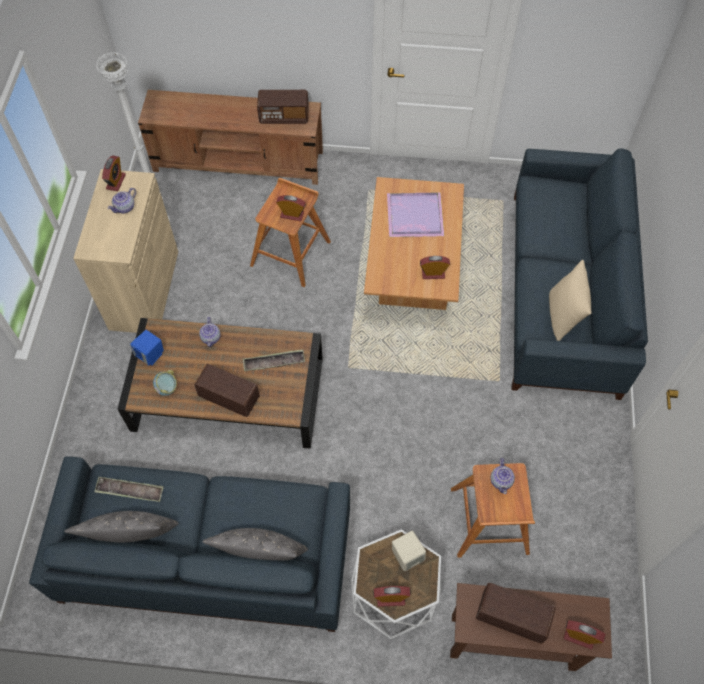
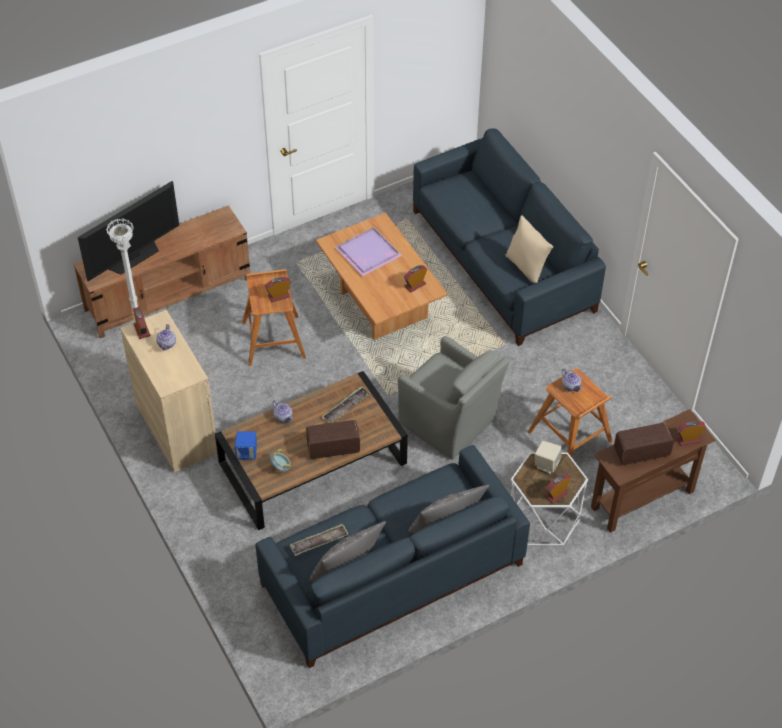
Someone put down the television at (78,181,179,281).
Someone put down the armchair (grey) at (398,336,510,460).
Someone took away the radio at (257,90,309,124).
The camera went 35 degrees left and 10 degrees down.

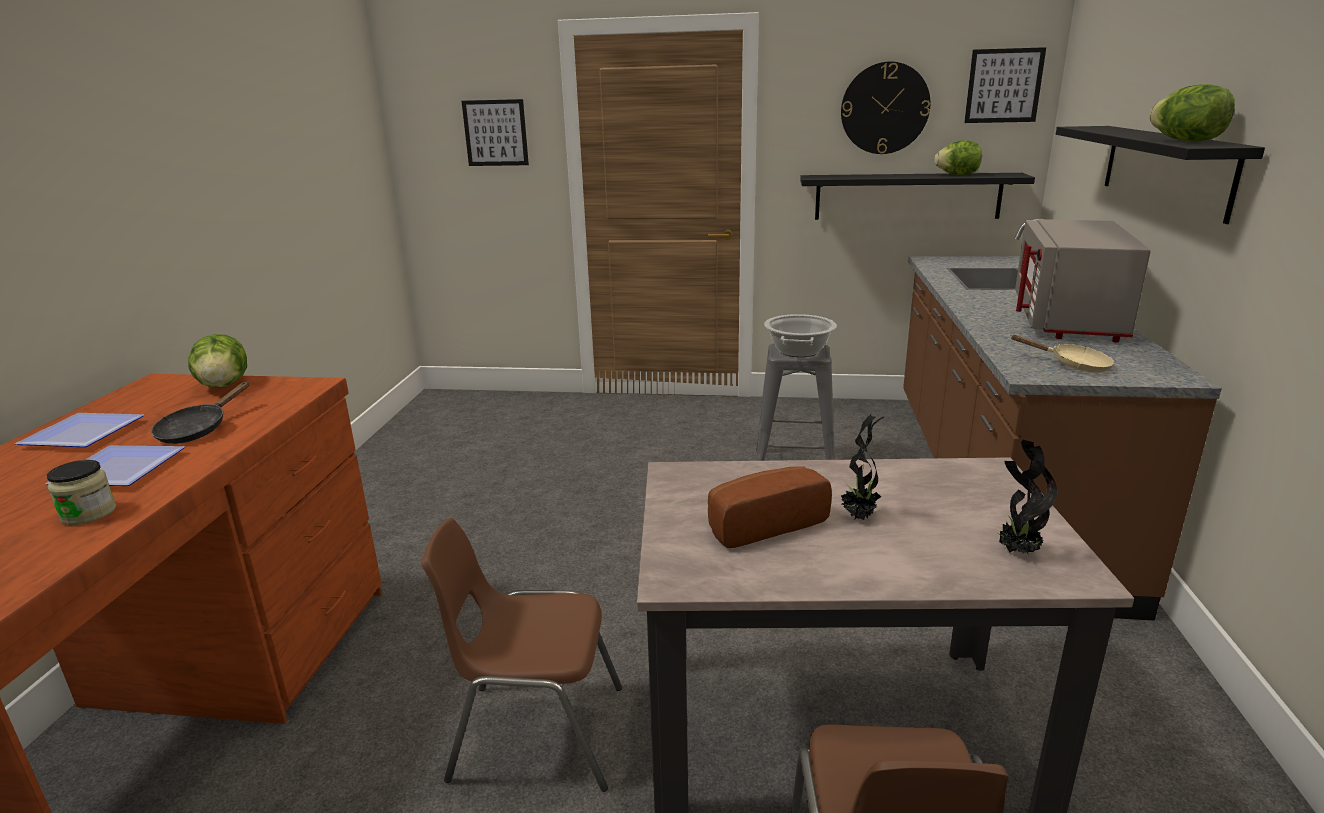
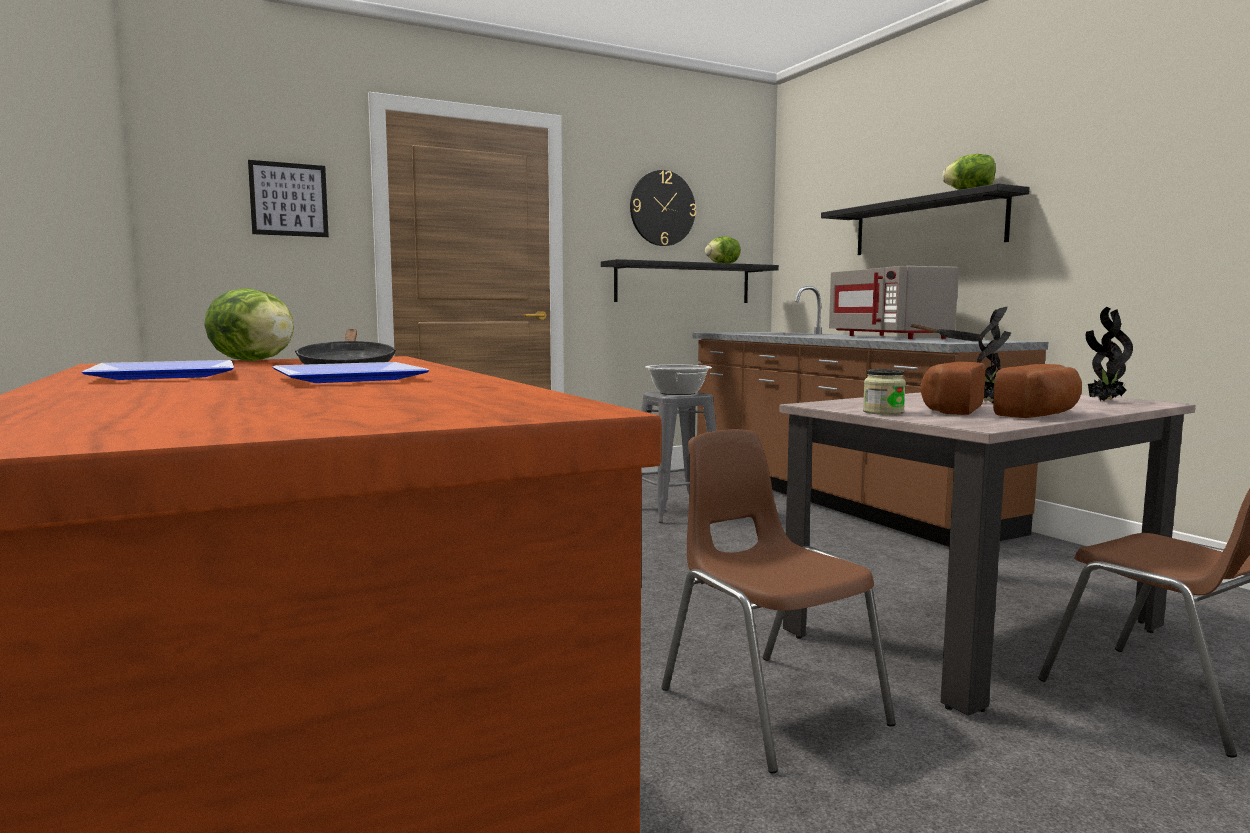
Someone rotated the chair (brown) at (421,518,622,792) by 90 degrees clockwise.
Someone carried the jar from (47,460,116,525) to (863,369,906,415).
Someone repainted the frying pan (beige) at (1010,335,1114,372), which became the frying pan (black) at (909,324,980,341).
Someone put down the bread at (993,364,1082,418).
Someone took away the picture at (964,47,1046,123).
The camera went 35 degrees left and 15 degrees down.

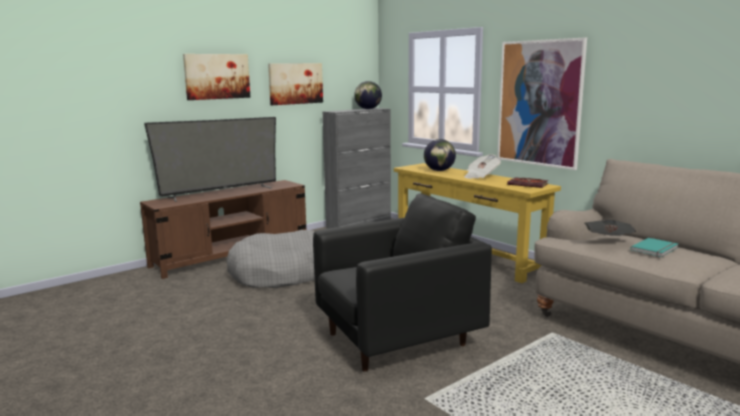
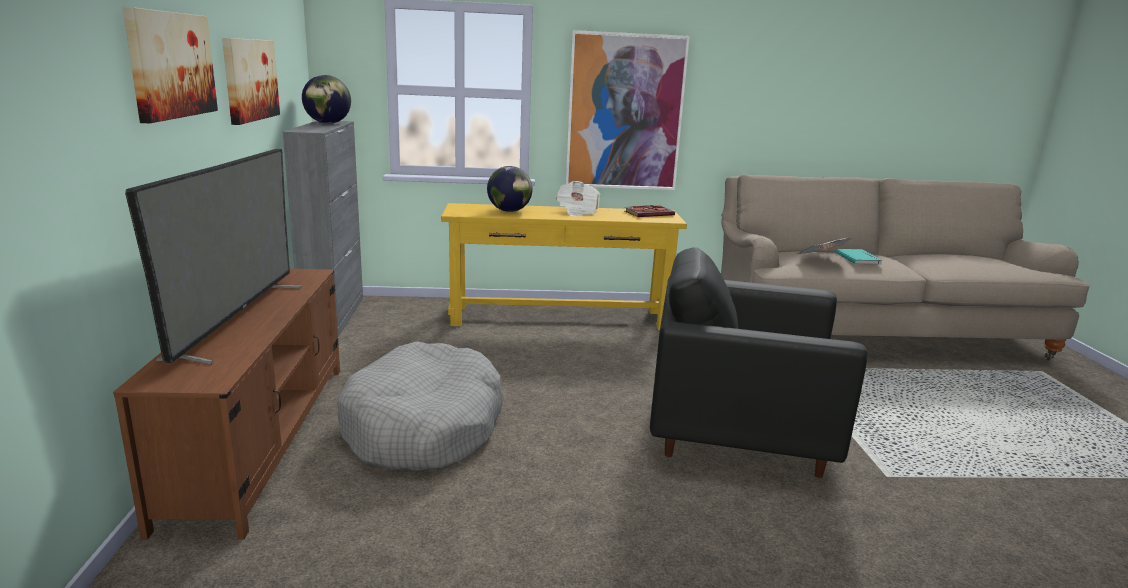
Someone rotated the armchair (black) at (313,194,492,371) by 90 degrees counterclockwise.
The camera went 55 degrees left and 5 degrees up.

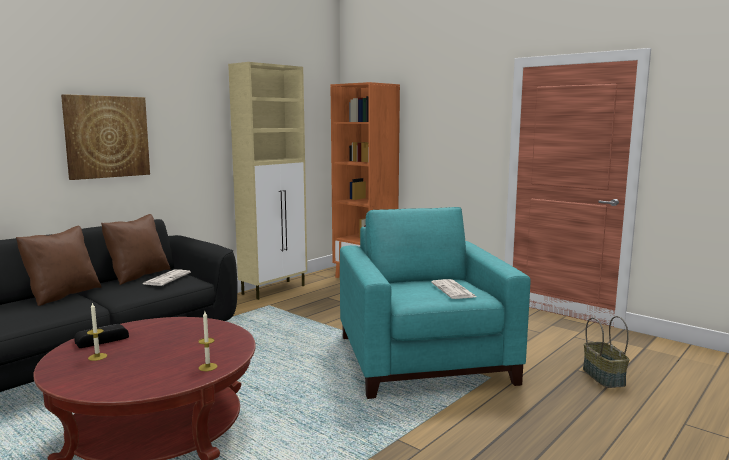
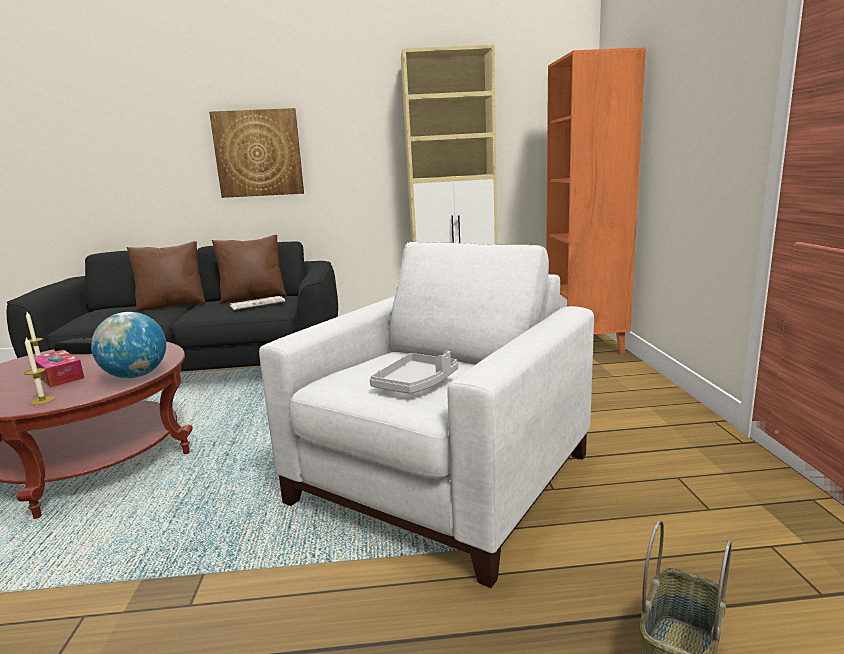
Someone put down the tissue box at (34,350,84,387).
Someone put down the globe at (91,312,166,378).
Someone repainted the armchair (turquoise) at (340,207,531,399), which became the armchair (white) at (259,242,594,588).
Someone swapped the newspaper at (431,279,476,299) for the tray (grey) at (369,351,458,394).
The camera went 45 degrees right and 5 degrees up.

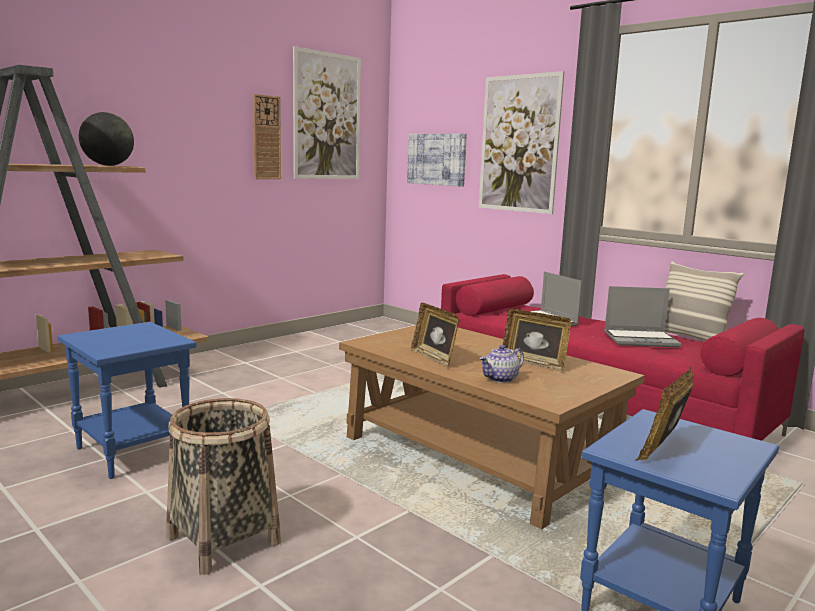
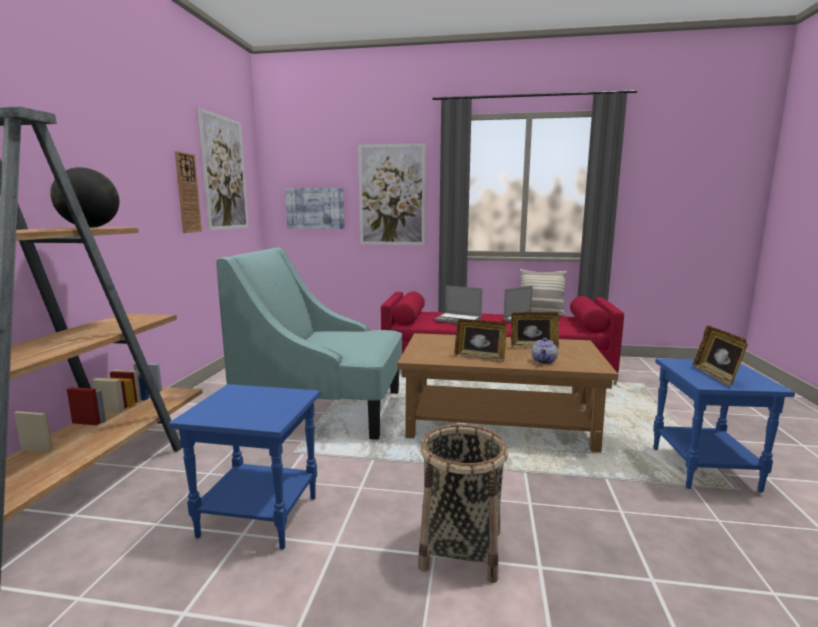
Someone put down the armchair (turquoise) at (216,248,402,440).
The camera went 35 degrees left and 0 degrees up.

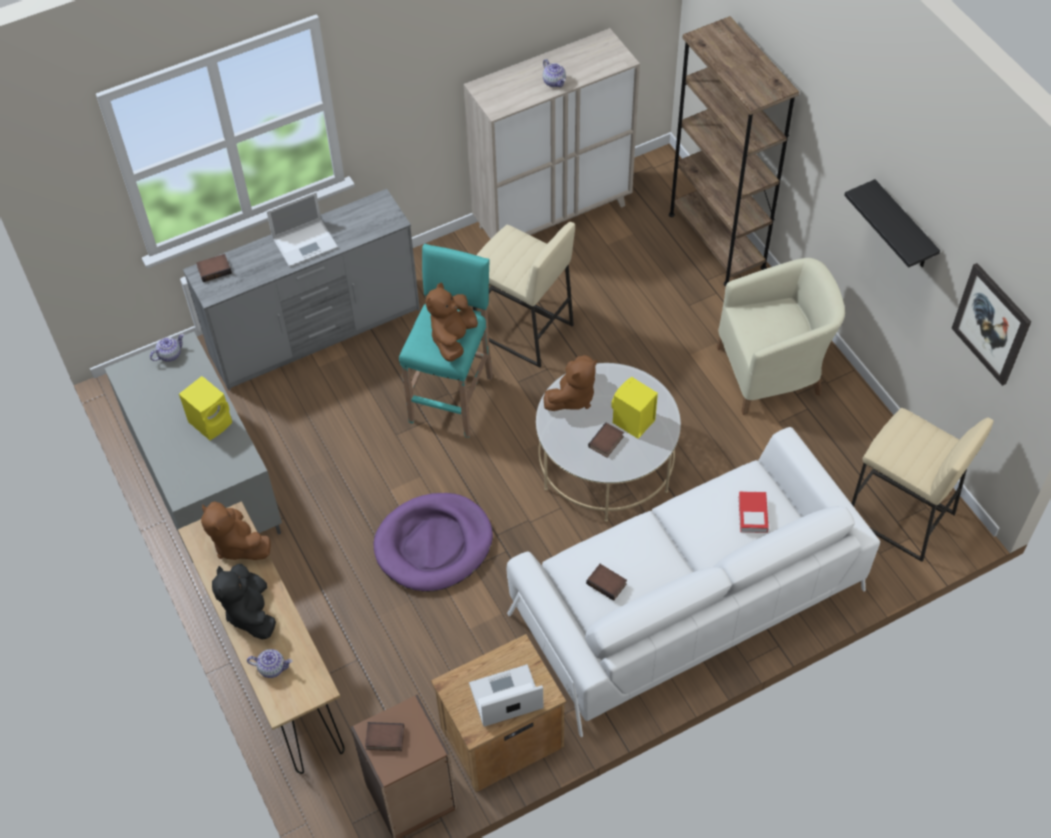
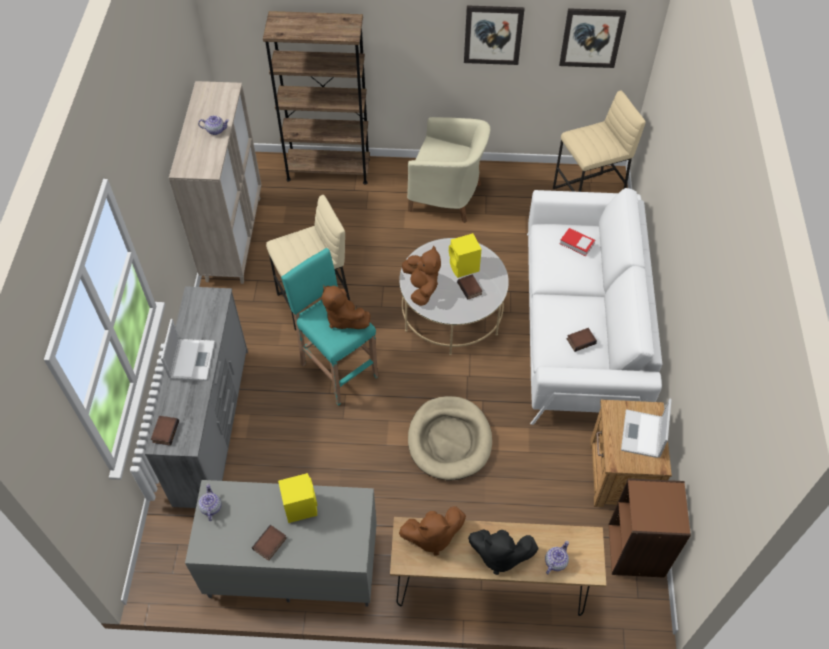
Someone carried the book from (365,722,404,751) to (252,525,287,561).
Someone rotated the armchair (beige) at (717,258,845,415) by 90 degrees clockwise.
Someone repainted the dog bed (purple) at (374,493,493,592), which became the dog bed (beige) at (408,396,492,480).
Someone swapped the shelf (black) at (844,179,940,268) for the picture at (464,5,524,65).
The camera went 60 degrees left and 0 degrees up.

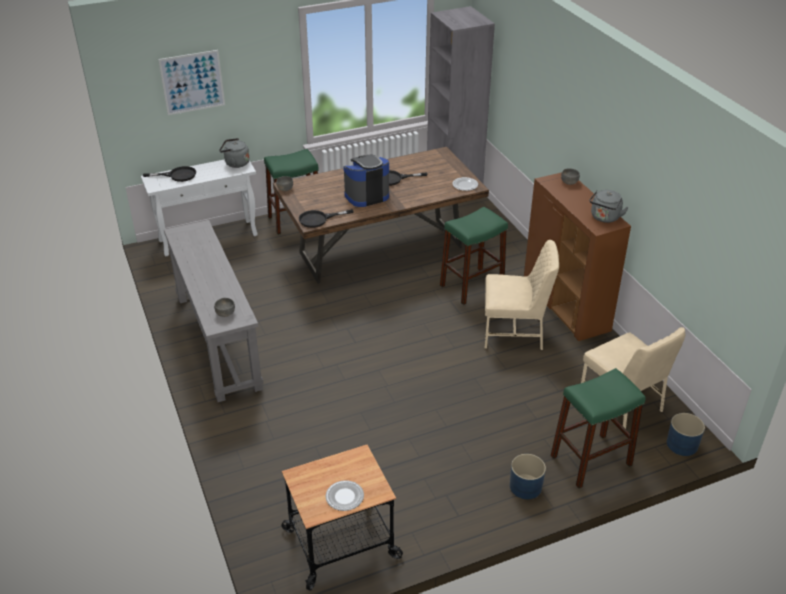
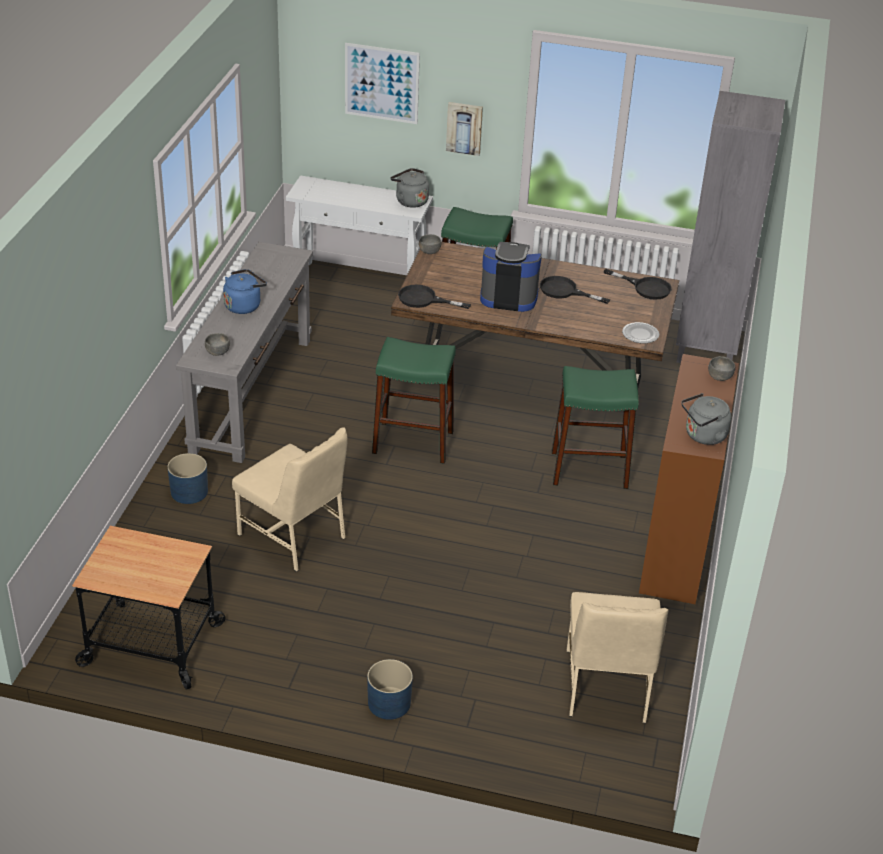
Someone carried the planter (blue) from (667,413,705,456) to (168,453,208,504).
Someone put down the kettle (blue) at (223,269,267,314).
Someone carried the chair (beige) from (485,240,559,350) to (232,427,348,572).
Someone carried the stool (green) from (551,368,646,488) to (372,337,456,464).
Someone put up the picture at (446,102,483,156).
Someone carried the frying pan (black) from (143,166,196,182) to (604,269,672,300).
Someone took away the plate at (326,480,364,511).
The camera went 35 degrees right and 0 degrees up.

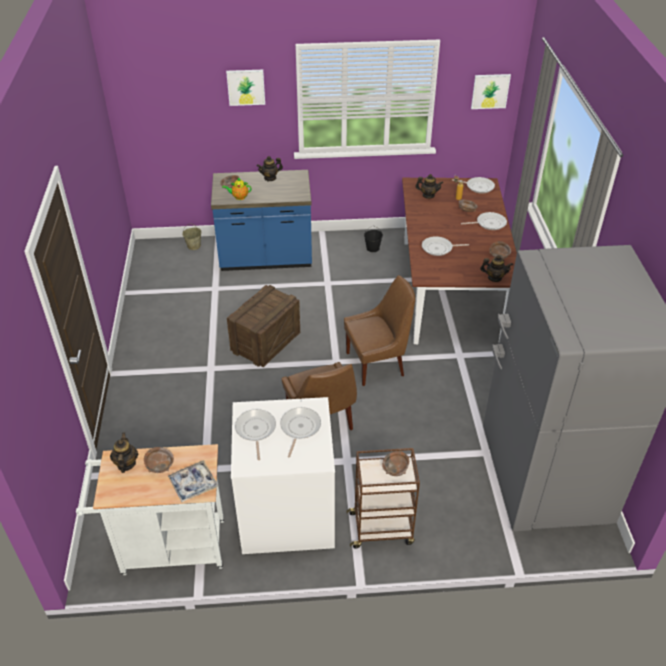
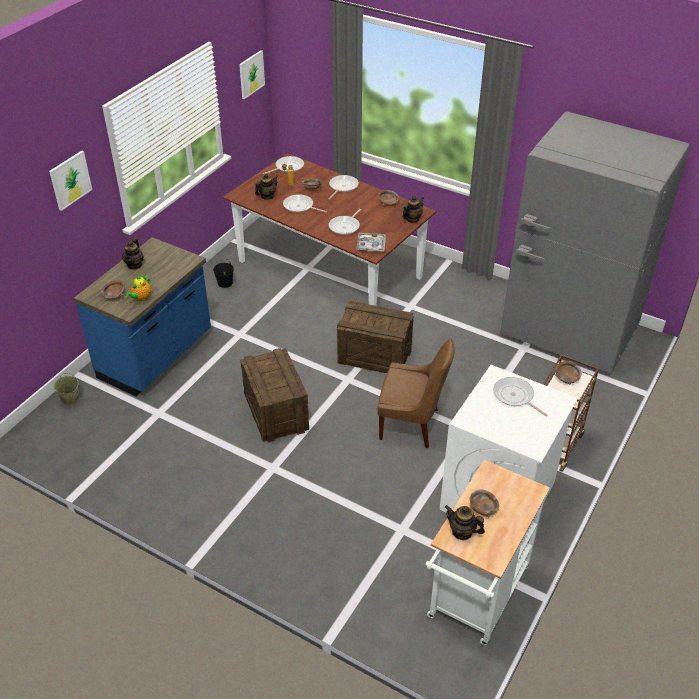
Someone carried the frying pan from (235,409,276,460) to (283,194,327,213).
Someone swapped the chair (brown) at (344,275,415,386) for the crate at (337,301,414,373).
Someone carried the tray from (168,460,218,502) to (356,233,386,252).
The camera went 55 degrees left and 0 degrees up.

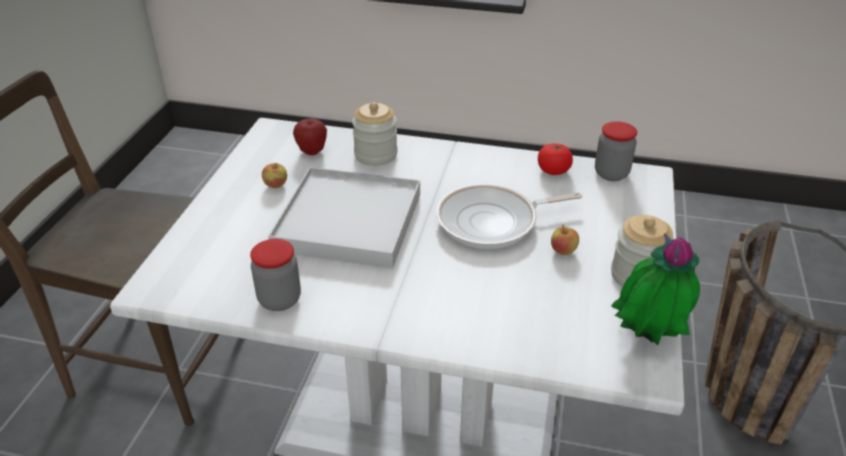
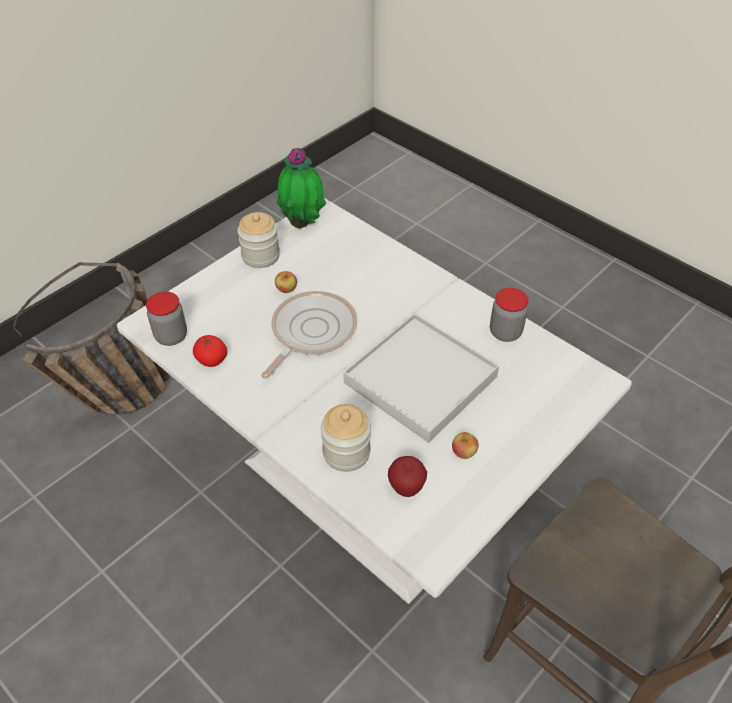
Someone rotated the frying pan at (436,184,582,249) by 75 degrees counterclockwise.
The camera went 150 degrees left and 10 degrees up.

